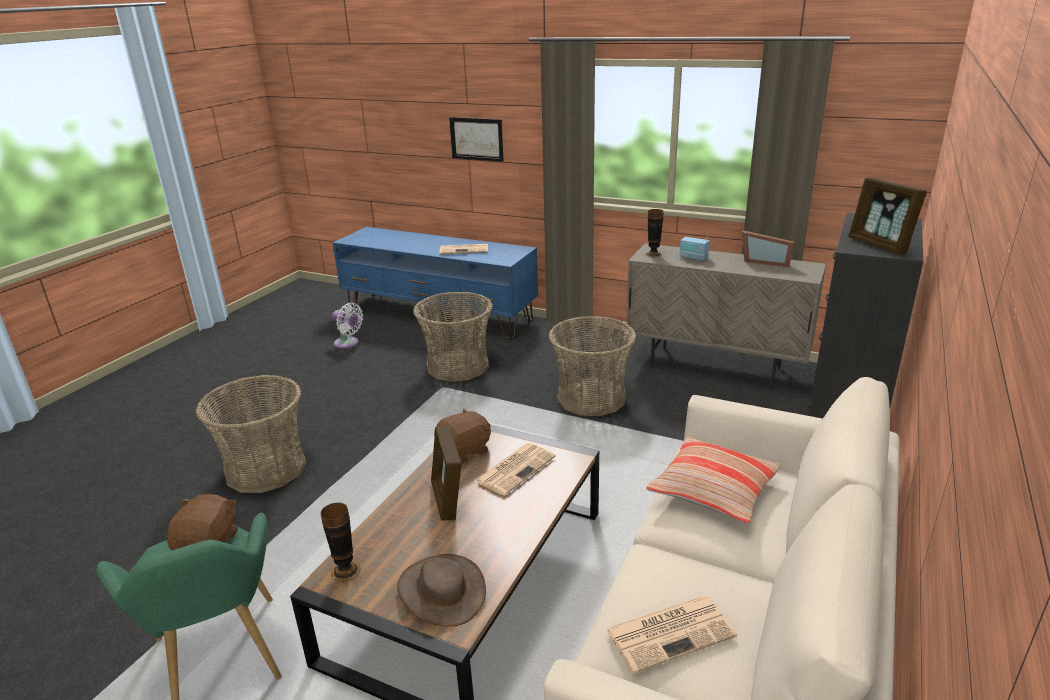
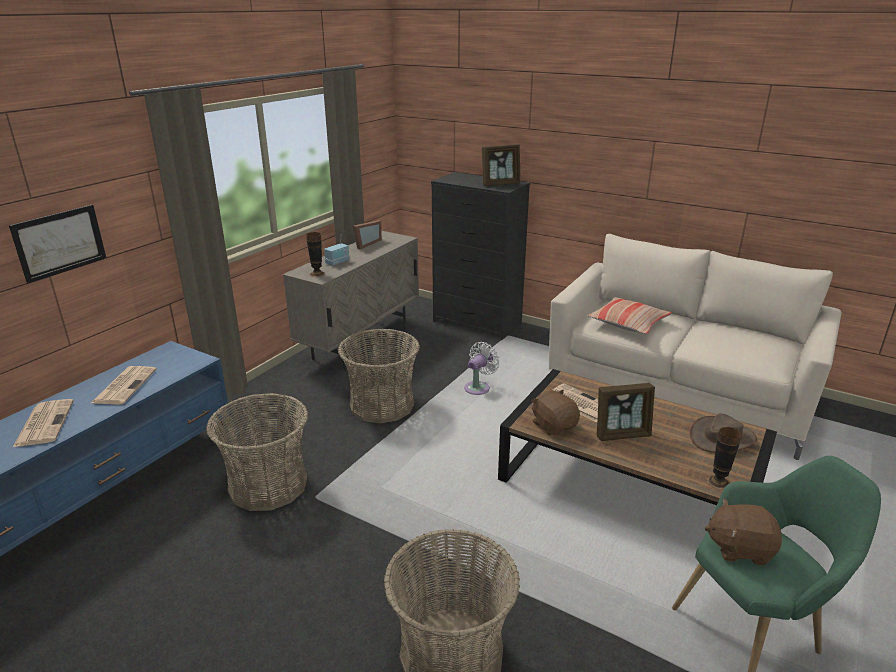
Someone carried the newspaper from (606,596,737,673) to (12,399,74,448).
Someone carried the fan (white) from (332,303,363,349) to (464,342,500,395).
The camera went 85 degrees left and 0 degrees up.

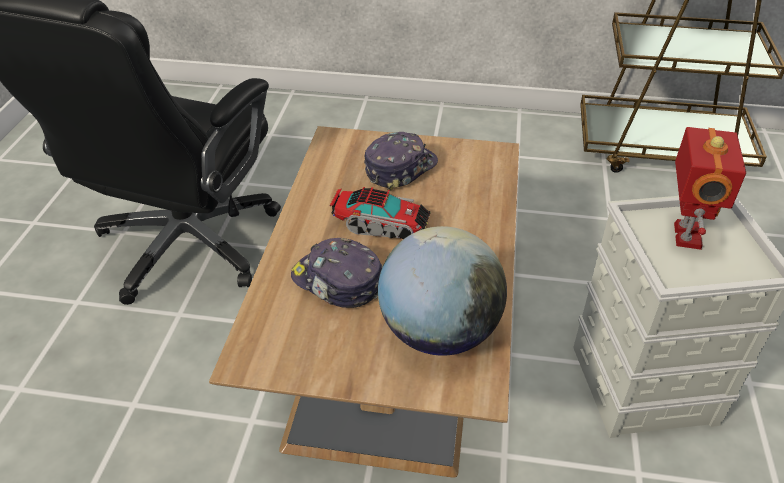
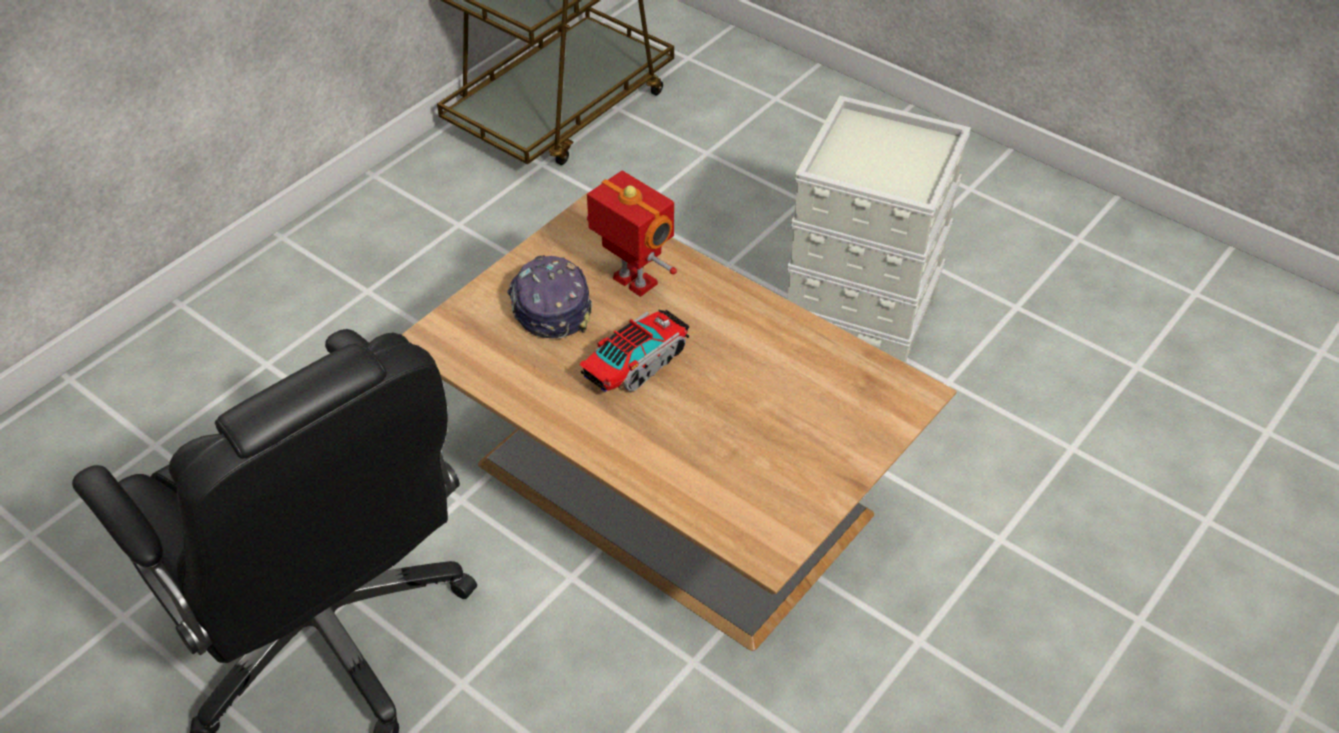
Someone carried the toy robot from (674,127,746,250) to (587,171,677,297).
Someone took away the cap at (291,238,383,308).
Someone took away the globe at (378,226,507,356).
The camera went 60 degrees left and 5 degrees up.

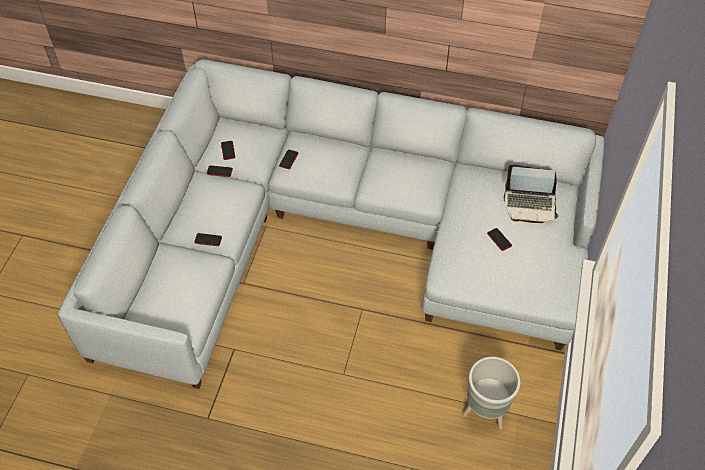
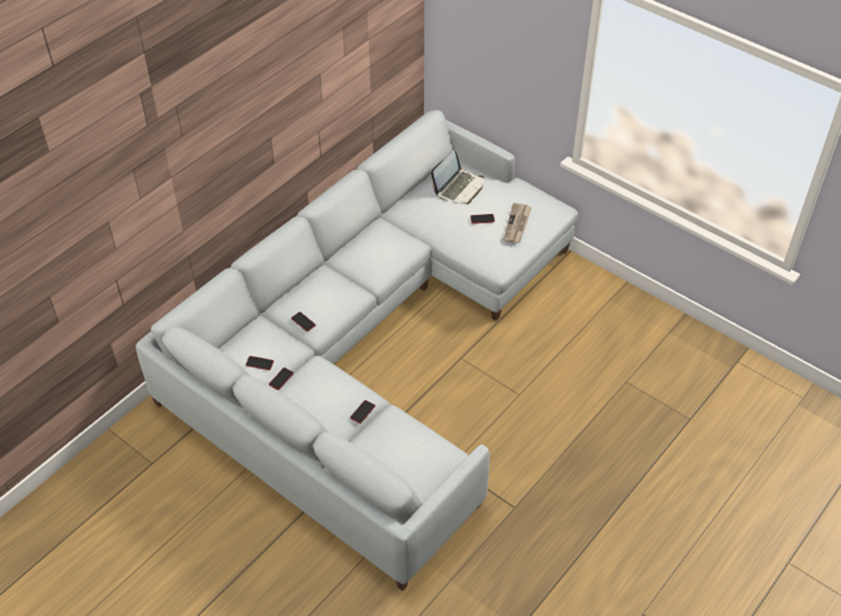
Someone put down the newspaper at (504,203,532,243).
Someone took away the planter (grey) at (462,357,521,430).
The camera went 65 degrees left and 5 degrees down.

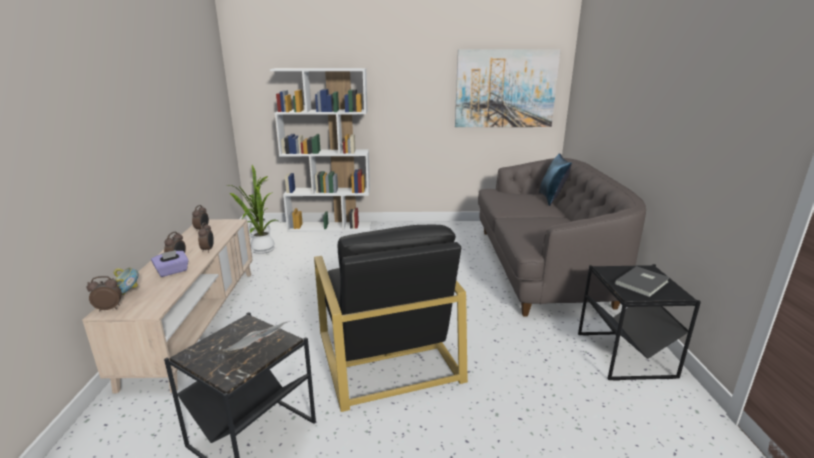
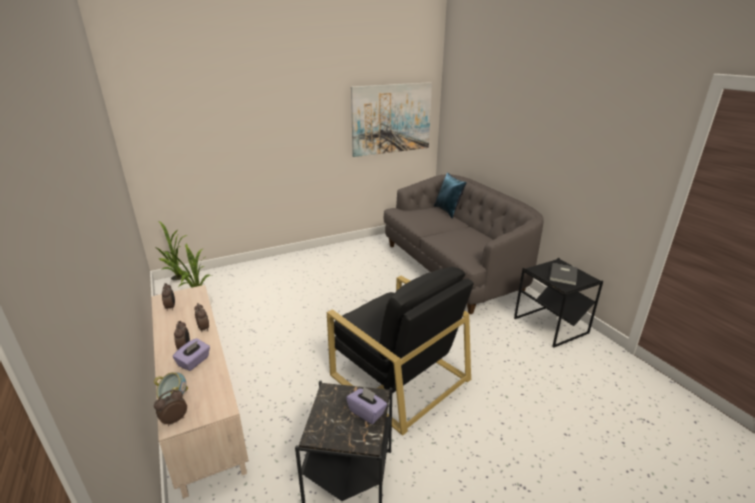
Someone swapped the newspaper at (223,321,290,352) for the tissue box (purple) at (346,386,387,424).
Someone took away the bookcase (white) at (270,68,371,232).
The camera went 25 degrees left and 5 degrees up.

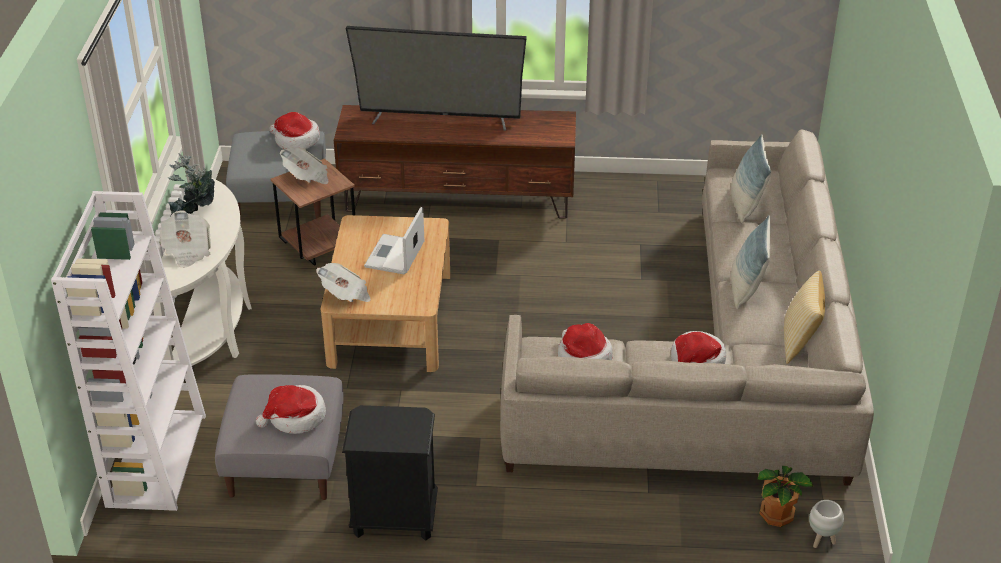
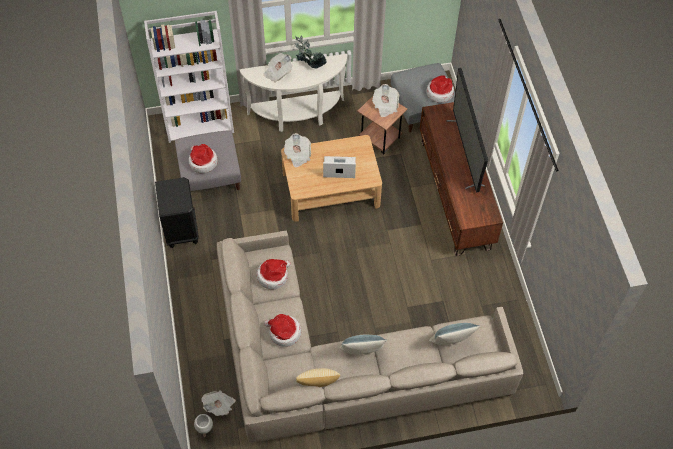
Someone swapped the potted plant at (758,466,814,527) for the newspaper at (201,390,236,416).
The camera went 75 degrees right and 20 degrees up.

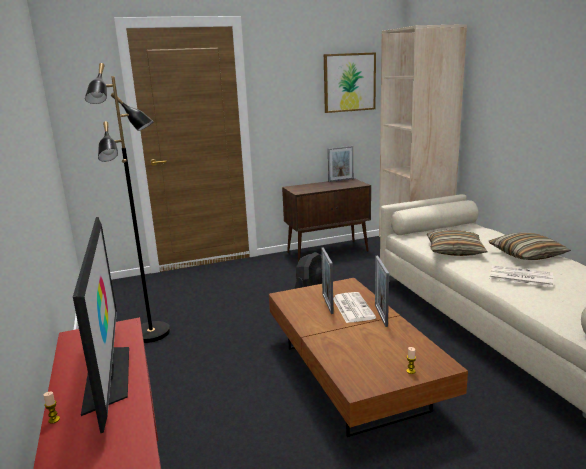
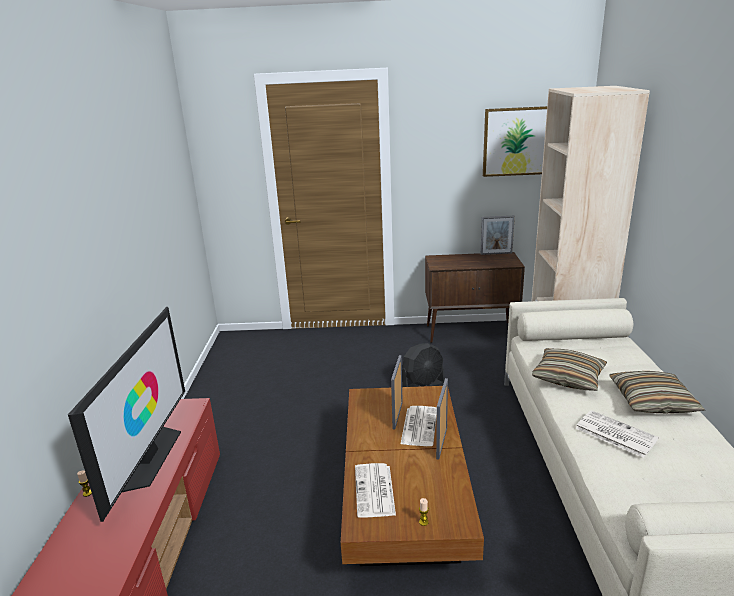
Someone put down the newspaper at (355,463,396,518).
Someone took away the floor lamp (black) at (85,63,170,343).
The camera went 20 degrees right and 5 degrees up.

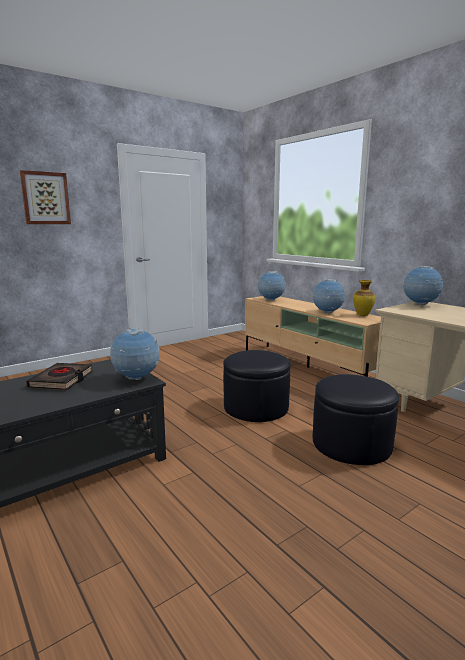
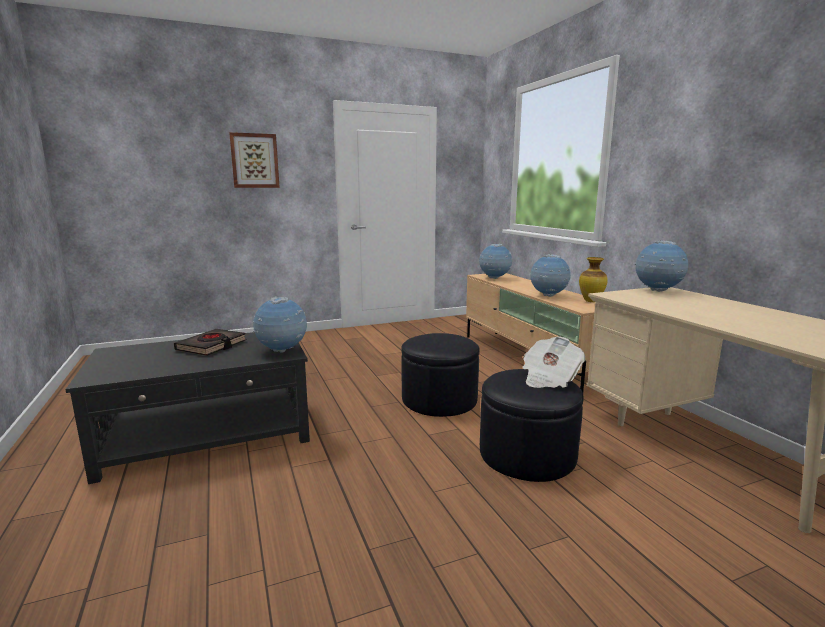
Someone put down the newspaper at (522,336,586,388).
The camera went 15 degrees right and 0 degrees up.

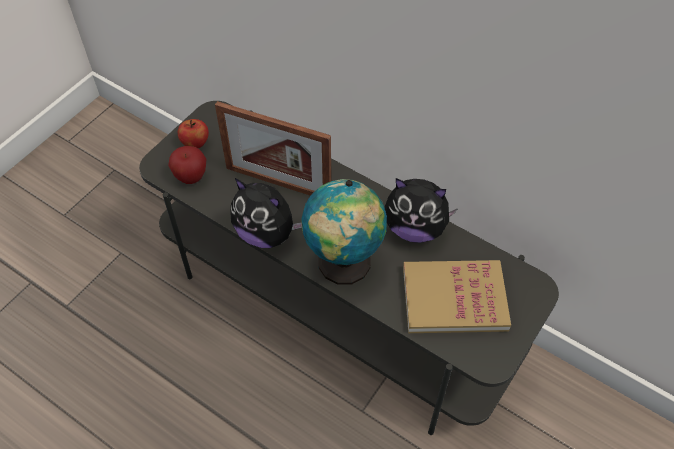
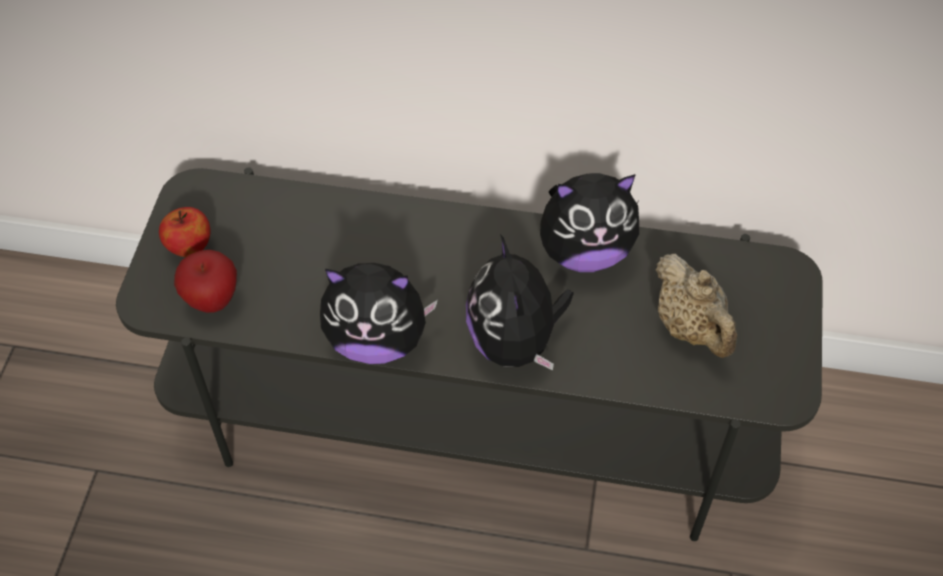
Someone swapped the globe at (301,179,387,284) for the plush toy at (466,234,574,370).
Someone swapped the book at (403,260,511,333) for the teapot (beige) at (656,254,737,358).
Someone took away the picture frame at (215,101,331,196).
The camera went 25 degrees left and 0 degrees up.

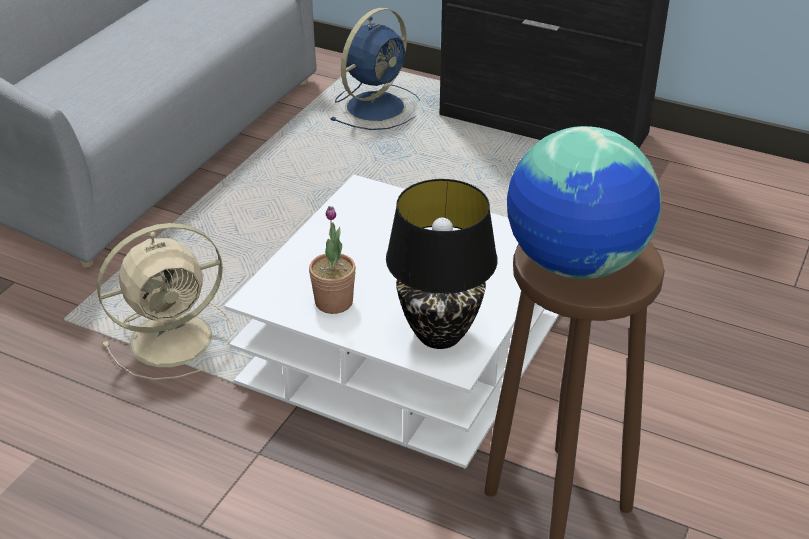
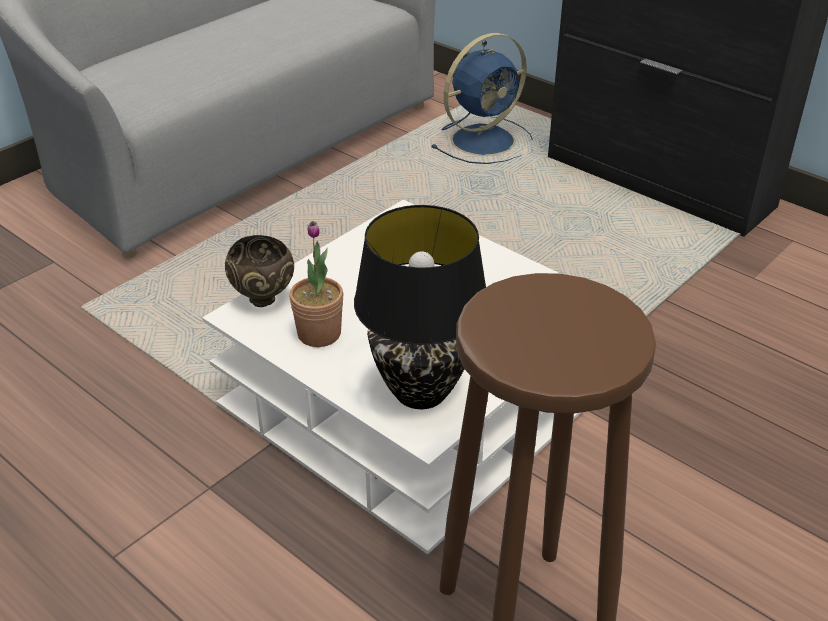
Someone put down the bowl (brown) at (225,235,294,307).
Someone took away the fan (beige) at (97,223,234,380).
Someone took away the globe at (507,126,661,279).
The camera went 15 degrees right and 0 degrees up.

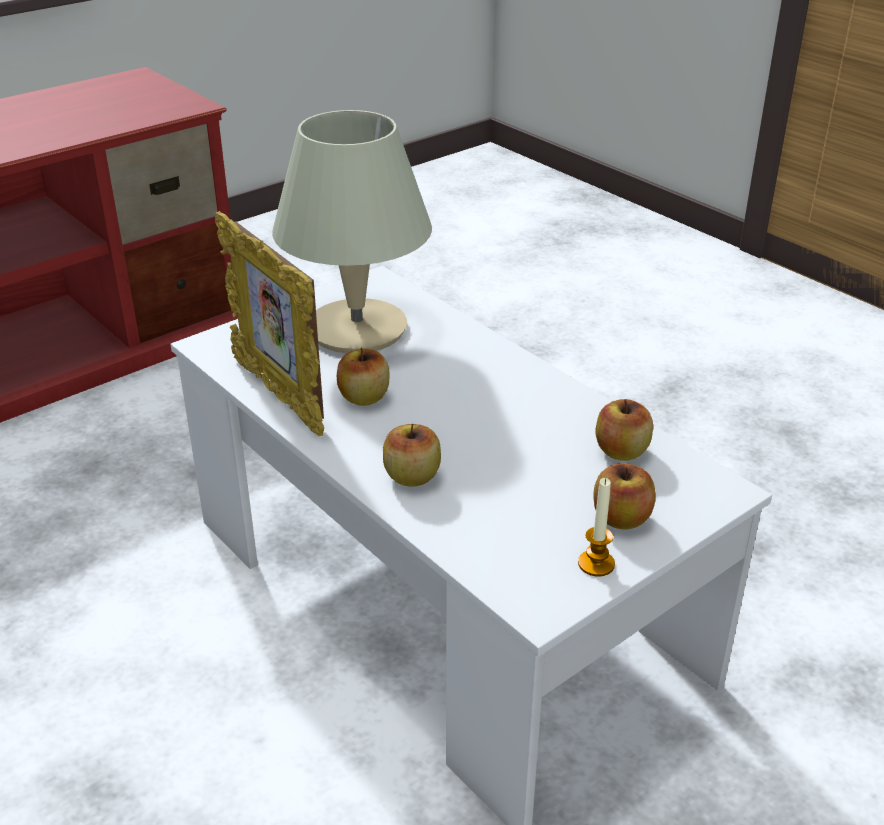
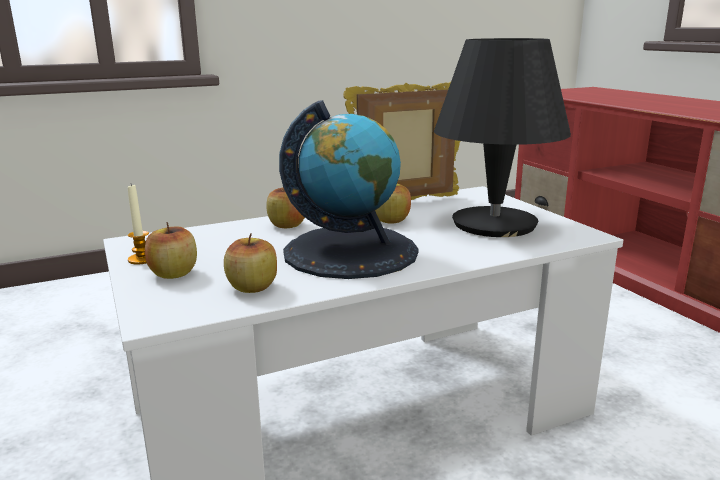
Someone put down the globe at (279,100,419,279).
Someone repainted the table lamp (beige) at (272,110,432,353), which became the table lamp (black) at (434,38,571,237).
The camera went 105 degrees right and 15 degrees down.

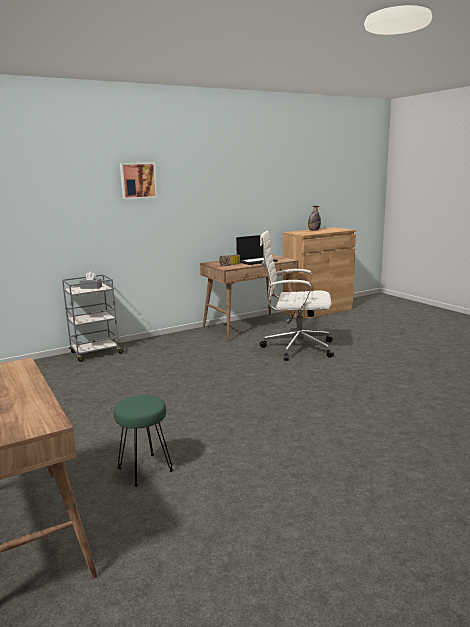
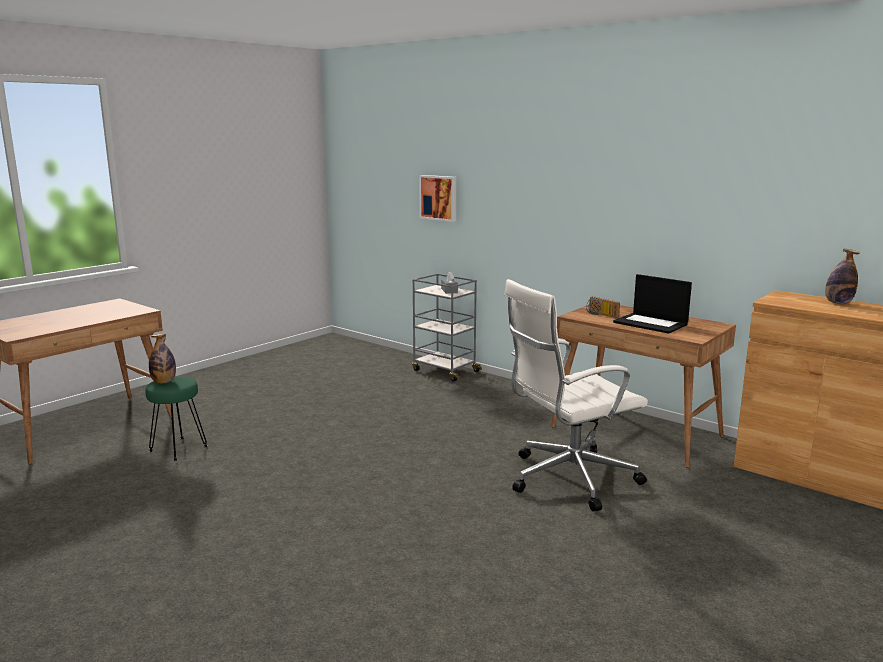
Someone put down the bottle at (149,334,176,383).
Someone carried the picture from (120,162,157,199) to (419,175,456,222).
Someone rotated the office chair (white) at (260,231,334,361) by 105 degrees counterclockwise.
The camera went 70 degrees right and 0 degrees up.

